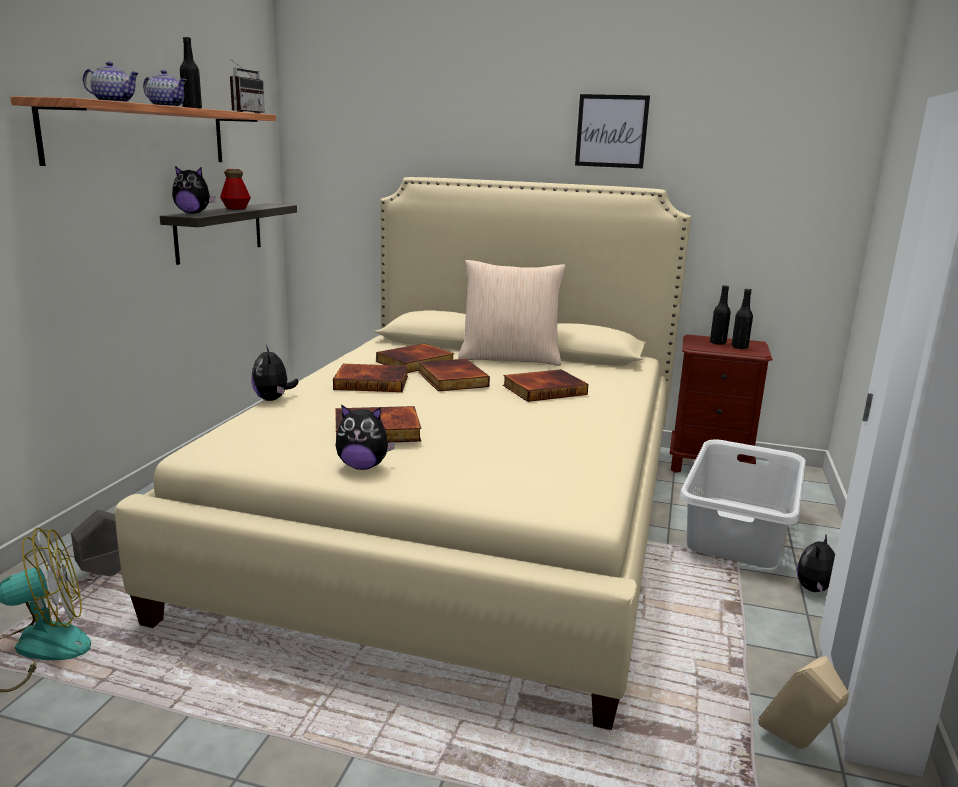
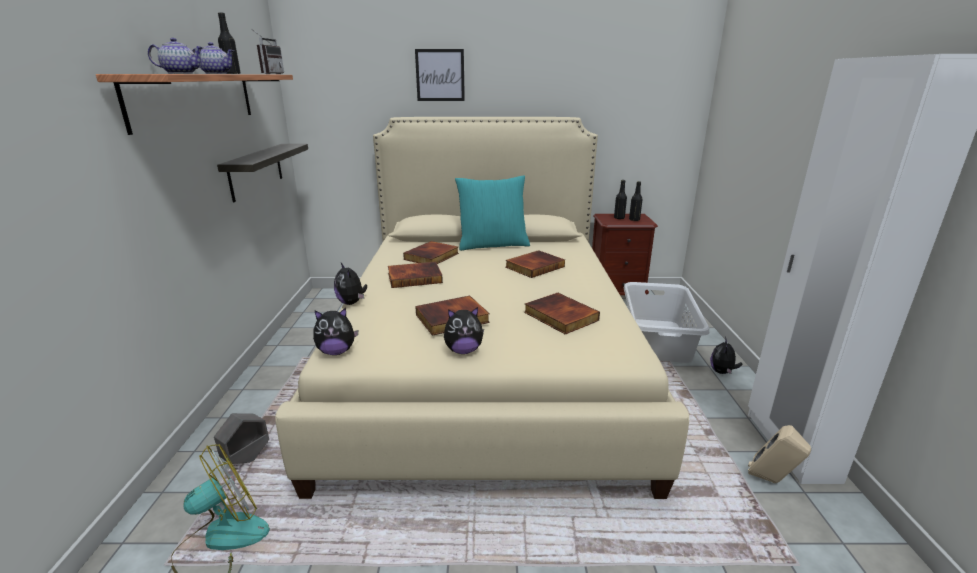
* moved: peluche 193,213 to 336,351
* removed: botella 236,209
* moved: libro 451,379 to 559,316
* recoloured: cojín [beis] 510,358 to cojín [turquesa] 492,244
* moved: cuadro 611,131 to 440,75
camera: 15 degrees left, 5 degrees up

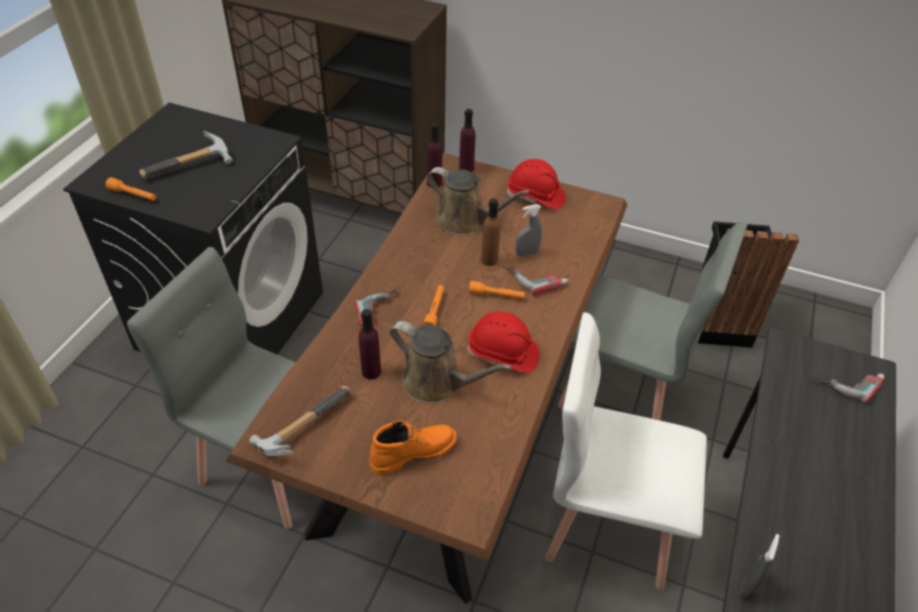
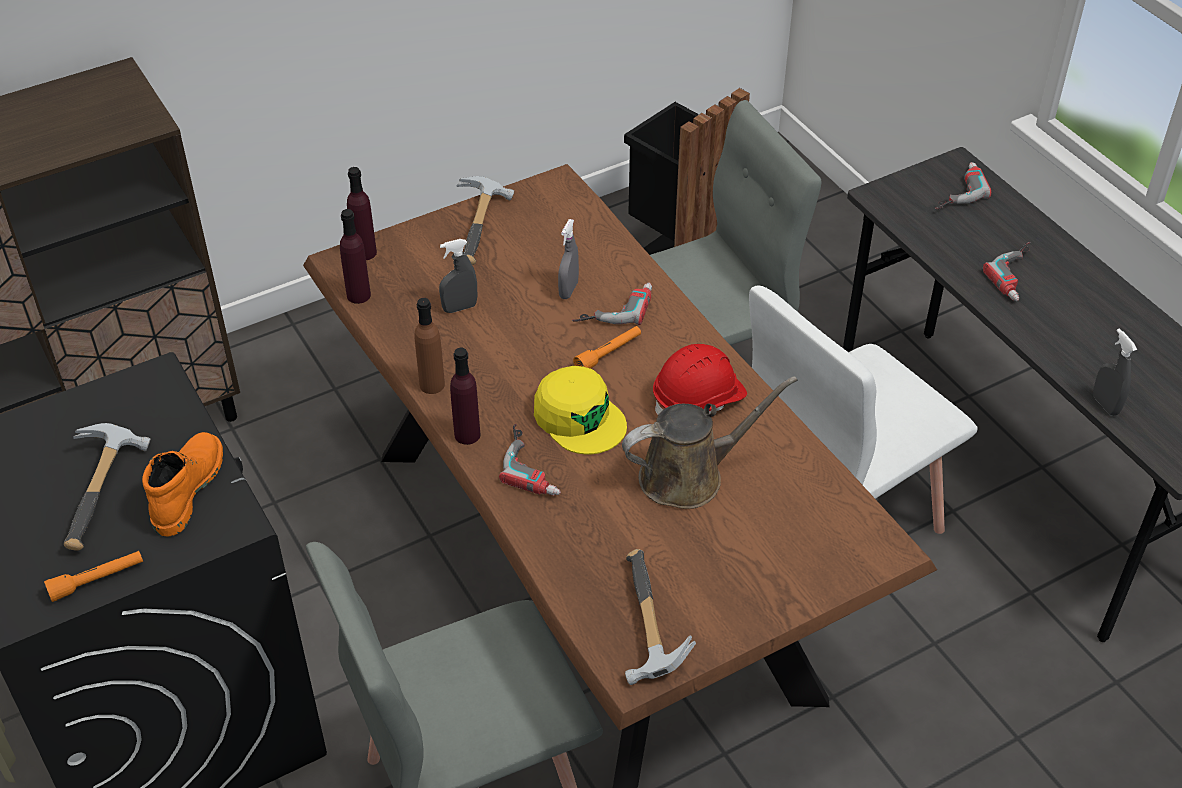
* moved: botella [morado] 371,371 to 467,435
* moved: bota [naranja] 413,452 to 186,489
* replaced: linterna [naranja] 435,311 to gorra [amarillo] 579,418
* replaced: regadera [marrón] 466,221 to pulverizador [gris] 459,308
* moved: botella [marrón] 489,260 to 432,385
* replaced: casco [rojo] 535,197 to martillo 484,227
* added: taladro 1019,276
camera: 50 degrees left, 0 degrees up

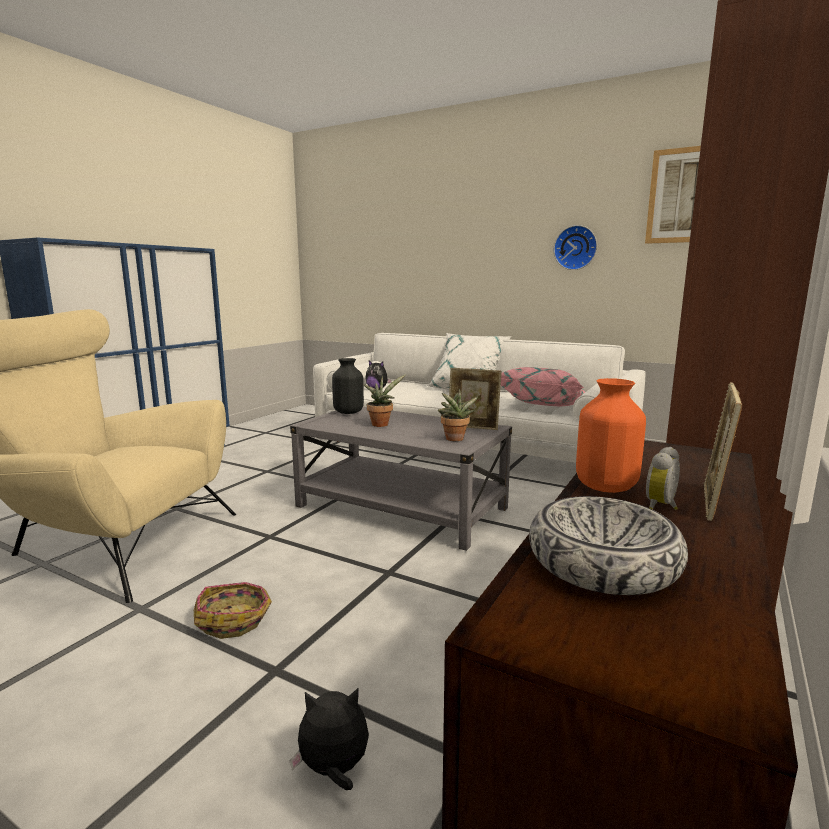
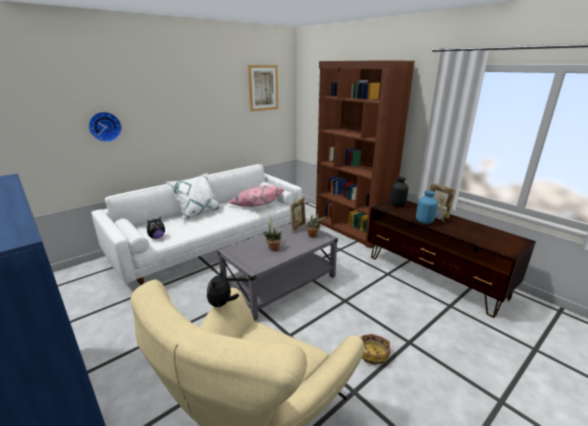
* moved: peluche 334,770 to 221,304
* moved: florero [negro] 348,412 to 397,205
* removed: cuenco 603,563
* moved: reloj de pared 575,248 to 104,126
* recoloured: florero [naranja] 606,486 to florero [azul] 424,221
camera: 70 degrees left, 10 degrees up

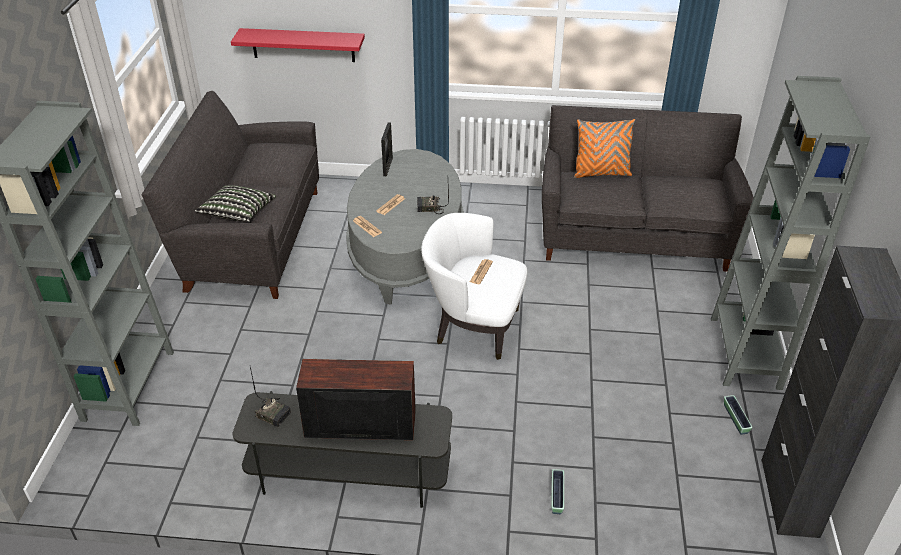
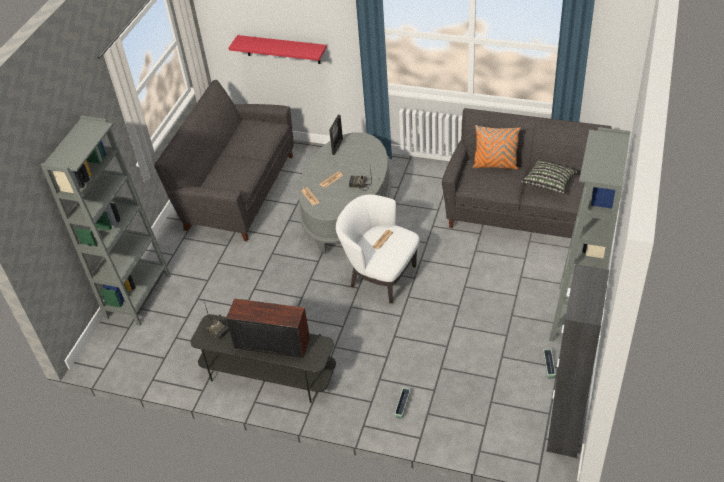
* moved: cojín 238,214 to 548,184
camera: 15 degrees right, 5 degrees up

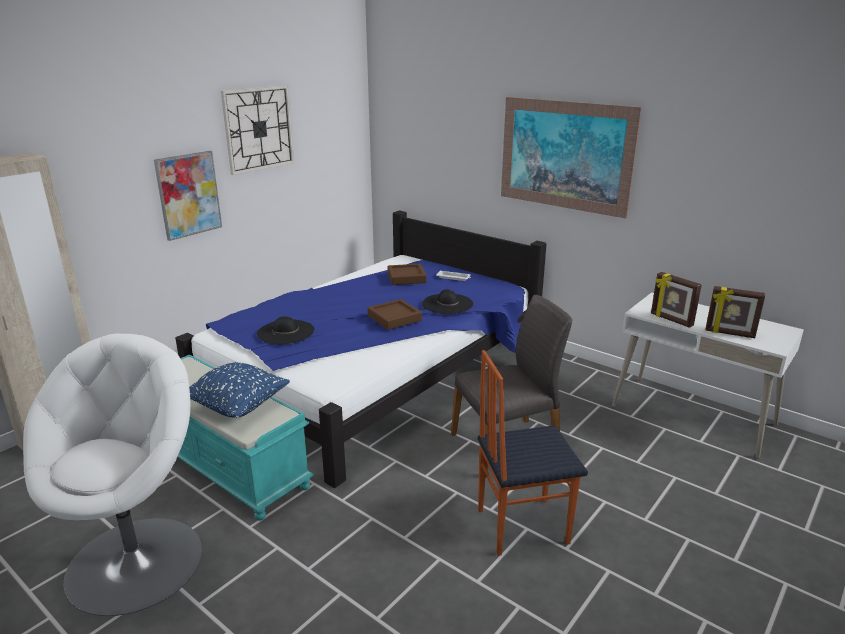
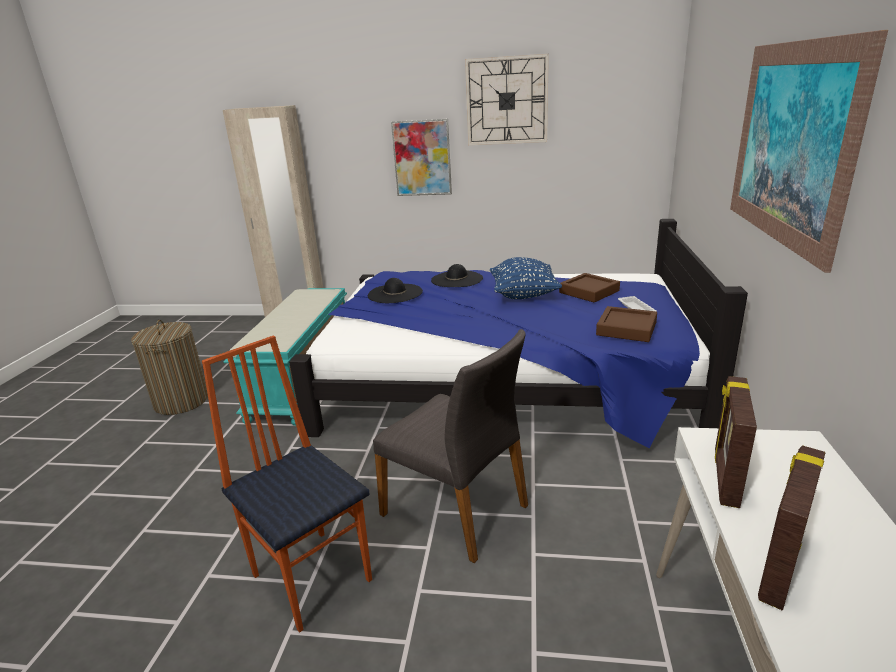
* replaced: sillón [blanco] 137,561 to cesto de la ropa 181,401
* moved: cojín [azul] 238,406 to 523,295
* moved: bandeja [marrón] 394,318 to 626,329
* moved: sombrero [negro] 447,304 to 457,279
* turned: portarretratos 729,333 = 778,567 45 degrees clockwise
camera: 60 degrees right, 0 degrees up

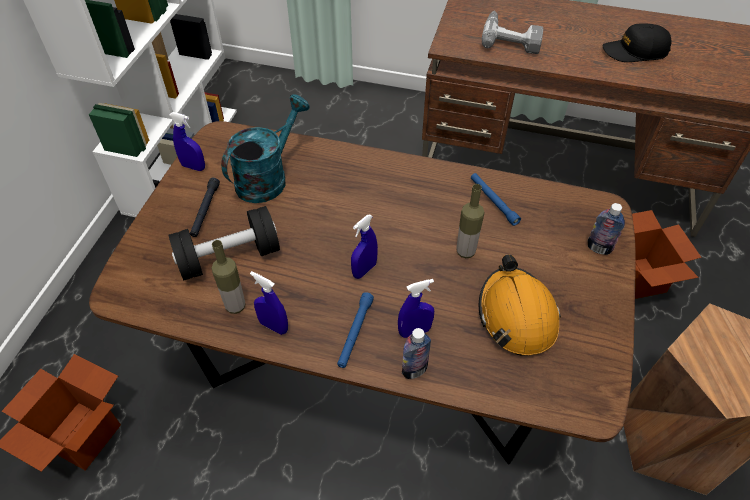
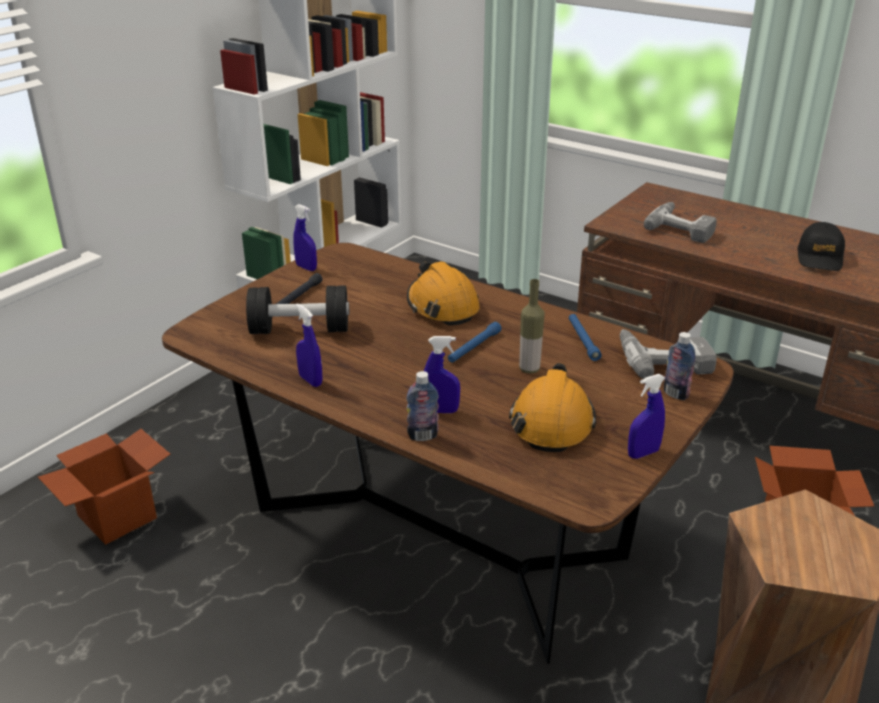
* removed: botella 235,306
* removed: regadera [turquesa] 267,177
* moved: linterna [azul] 355,333 to 474,347
* moved: pulverizador [azul] 364,270 to 643,453
* turned: gorra [negro] 635,51 = 820,257 90 degrees counterclockwise
* added: casco [naranja] 442,306
* added: taladro 662,359
camera: 20 degrees right, 20 degrees down

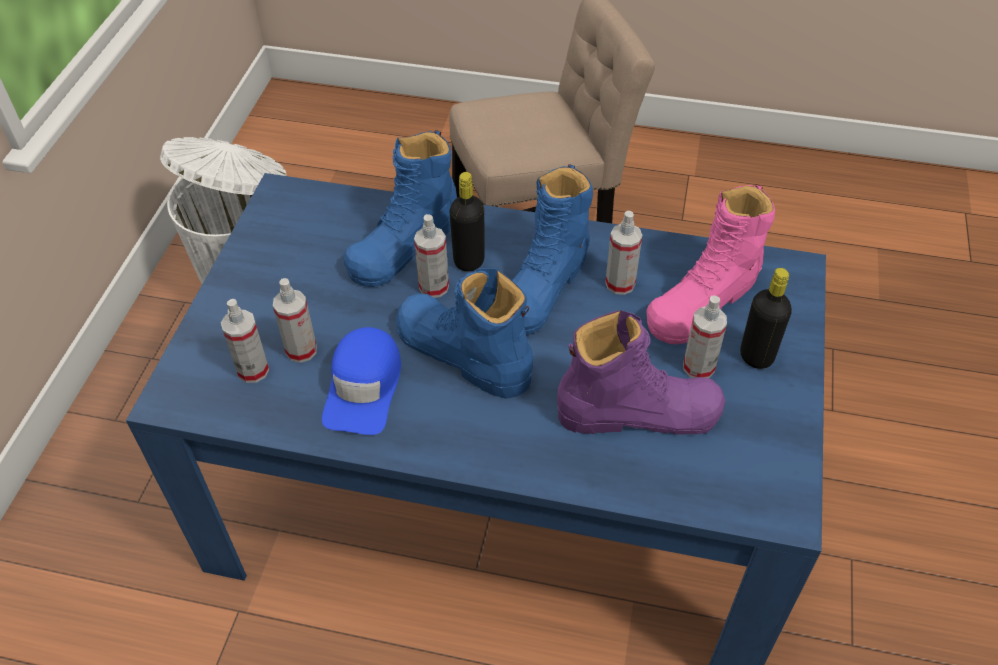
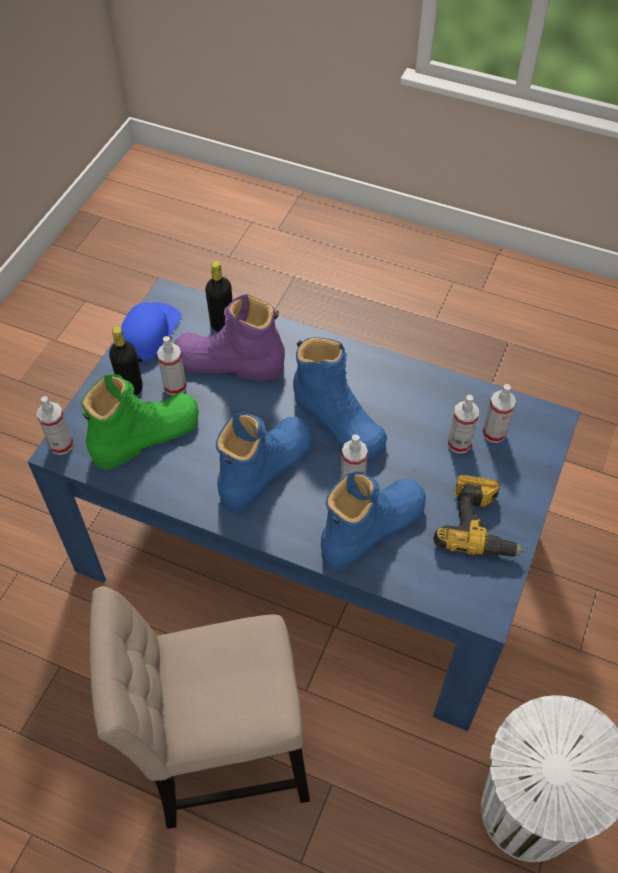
* moved: gorra [azul] 364,387 to 149,333
* moved: botella [negro] 469,261 to 222,324
* moved: pulverizador 620,283 to 61,445
* recoloured: bota [rosa] 703,300 to bota [verde] 145,436
* added: taladro 478,525
camera: 170 degrees left, 5 degrees up

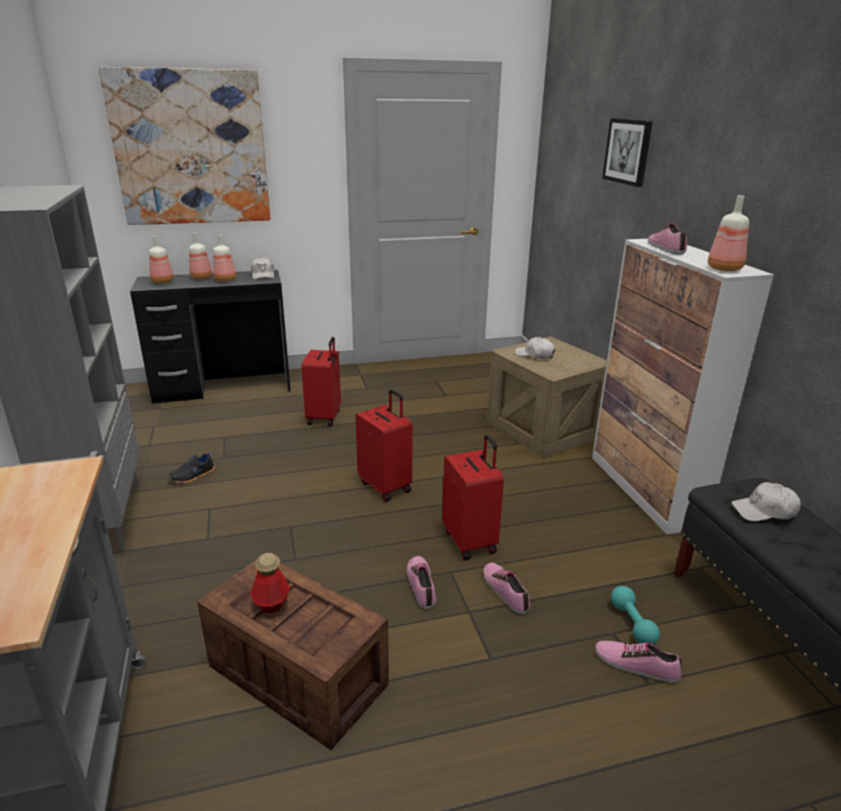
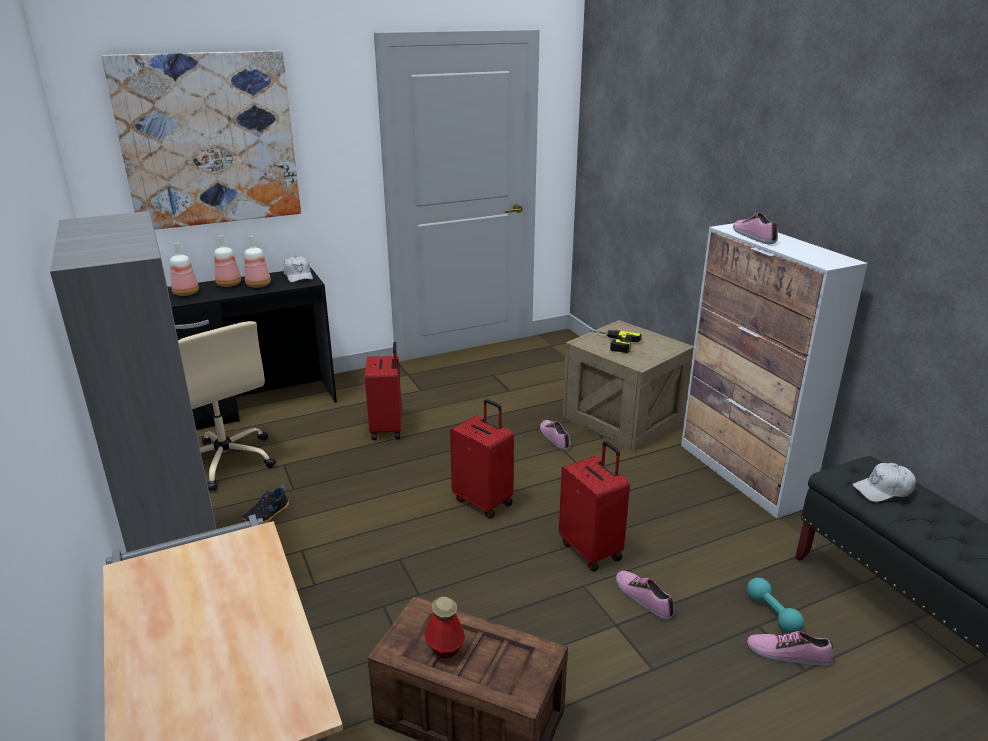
* moved: zapato 422,584 to 555,437
* replaced: gorra [blanco] 535,355 to taladro 612,343
* removed: cuadro 628,151
* removed: botella 725,269
* added: silla de oficina [beis] 225,461
camera: 10 degrees left, 0 degrees up

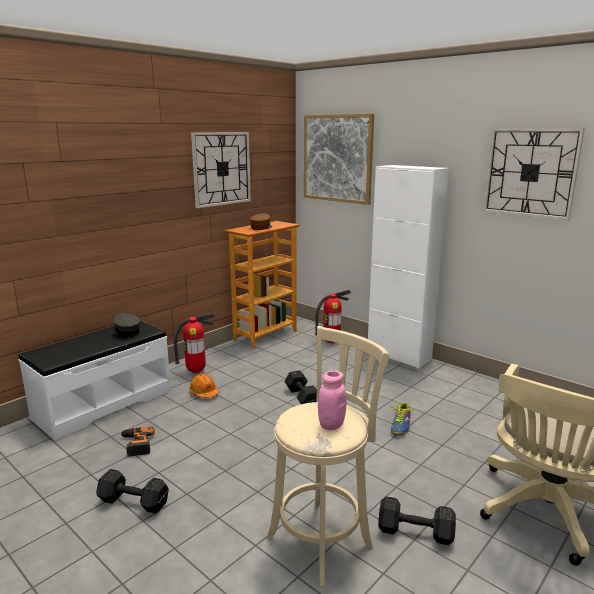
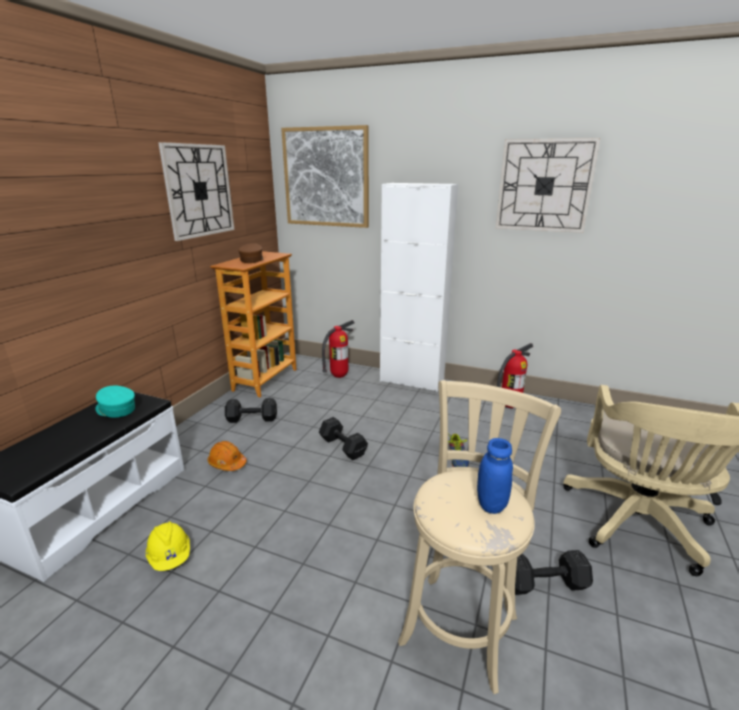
* moved: mancuerna [negro] 135,503 to 253,419
* recoloured: gorra [gris] 126,331 to gorra [turquesa] 116,409
* replaced: taladro 136,444 to casco [amarillo] 170,556
* moved: extintor 196,371 to 509,406
* recoloured: tarro [rosa] 331,425 to tarro [azul] 491,504
camera: 20 degrees left, 5 degrees up

